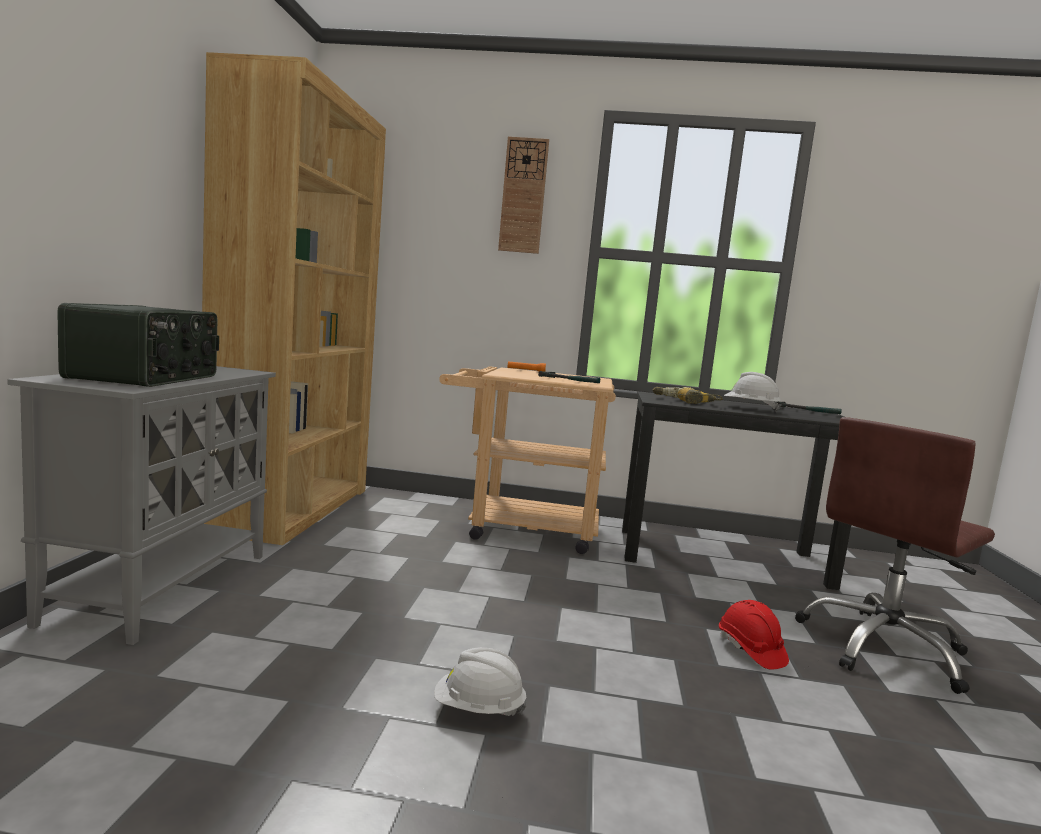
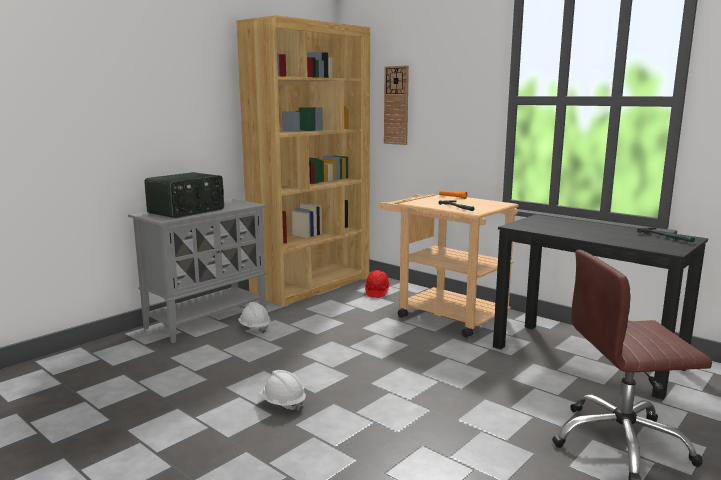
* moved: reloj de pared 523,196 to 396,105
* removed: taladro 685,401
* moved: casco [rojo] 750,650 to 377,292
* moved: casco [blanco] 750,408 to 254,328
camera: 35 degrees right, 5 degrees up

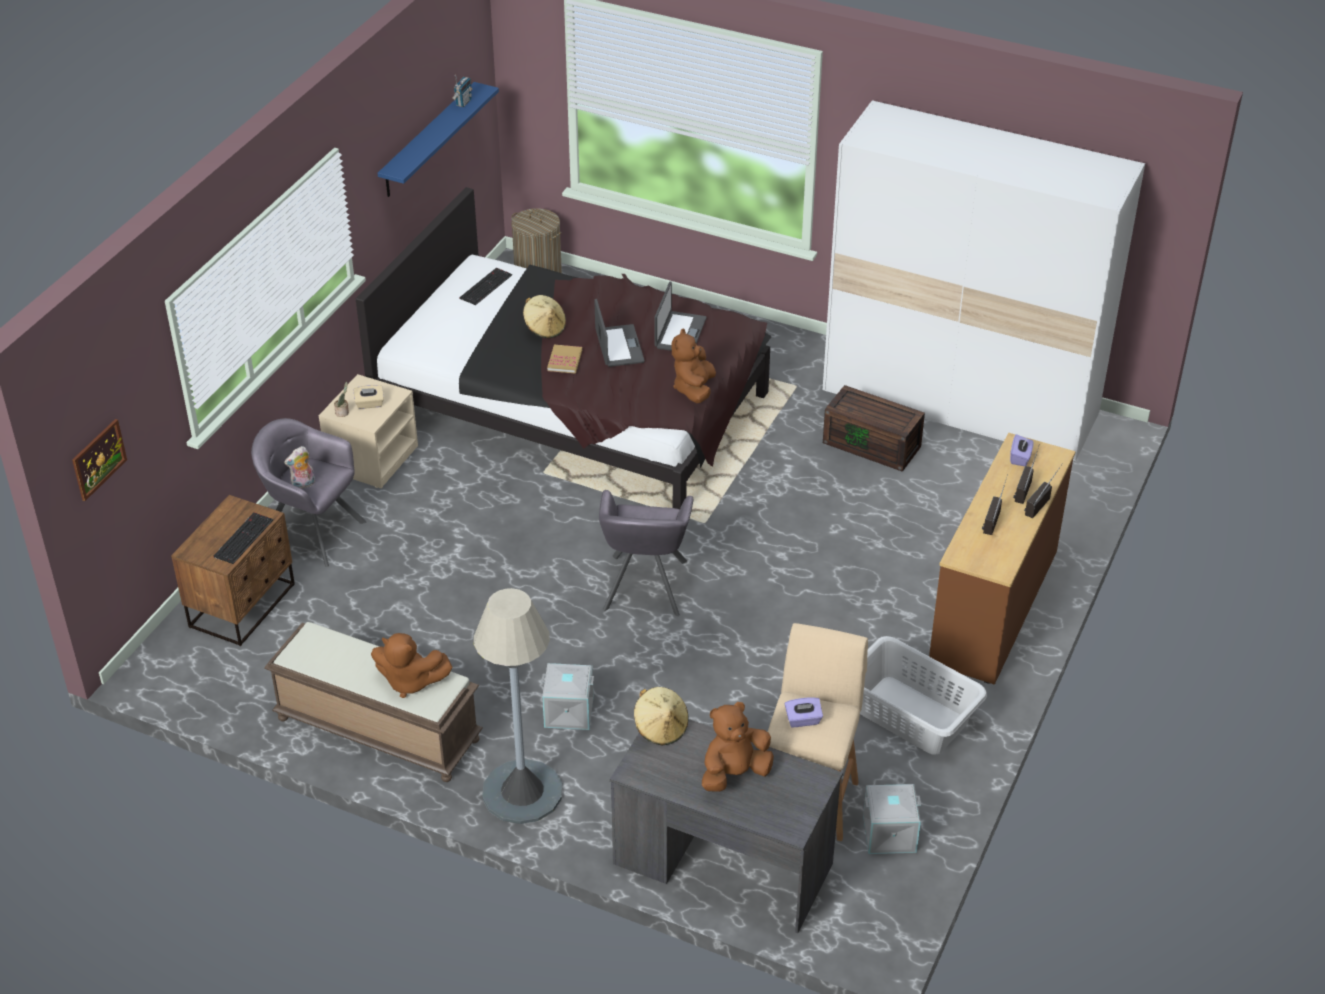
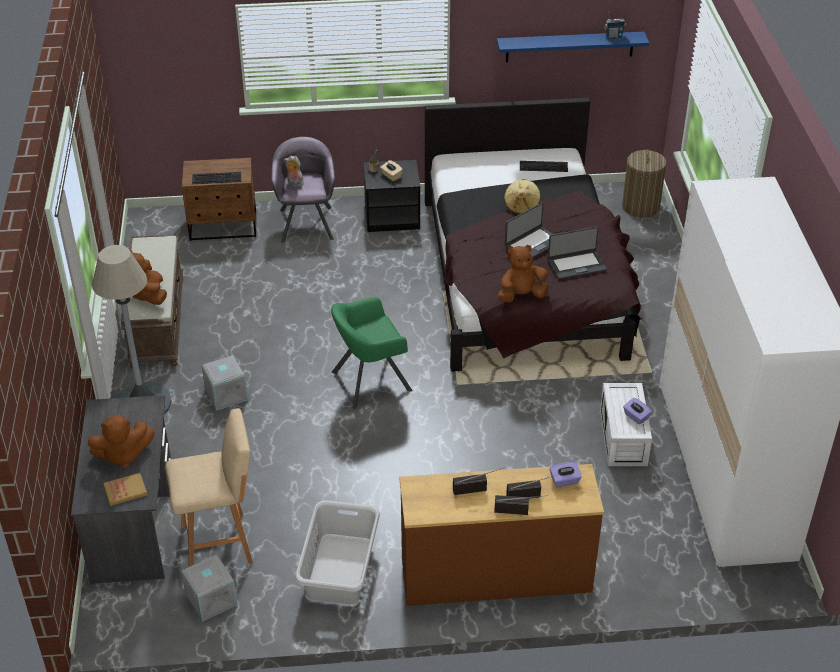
* removed: cuadro 99,459
* recoloured: mesita de noche [beis] 372,458 to mesita de noche [negro] 392,217
* moved: libro 565,360 to 125,490
* recoloured: sillón [gris] 644,585 to sillón [verde] 370,381
* removed: sombrero [beis] 661,728
* turned: peluche [marrón] 734,774 = 123,455 135 degrees clockwise
* moved: caja de pañuelos [morado] 803,720 to 636,417
* recoloured: caja de almacenaje [marrón] 873,444 to caja de almacenaje [blanco] 624,438
camera: 60 degrees right, 0 degrees up

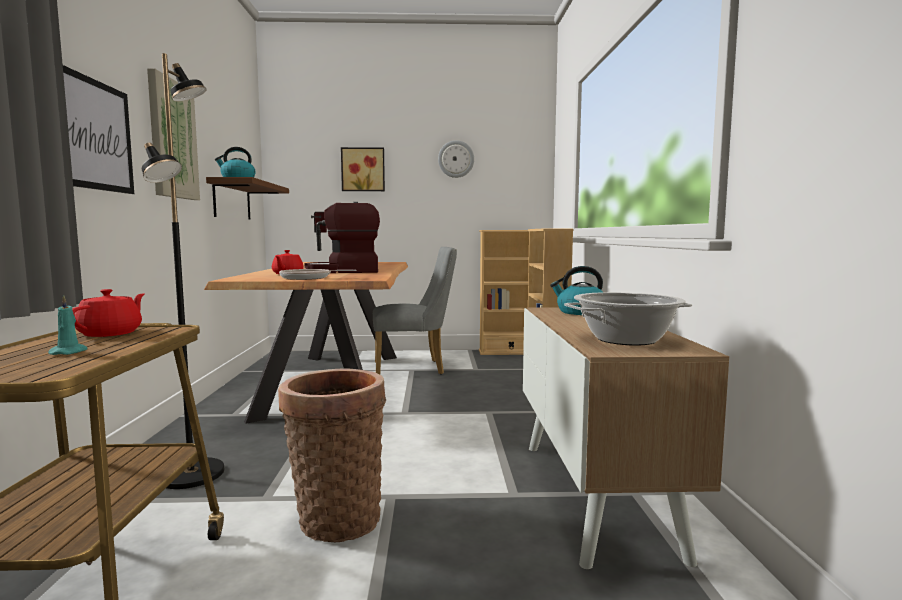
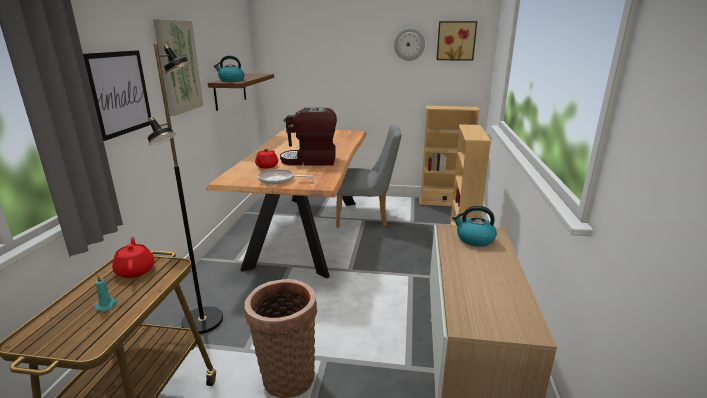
* turned: tetera [rojo] 111,333 = 135,270 45 degrees counterclockwise
* moved: cuadro 363,169 to 456,41
* removed: olla 626,339
camera: 10 degrees right, 15 degrees up

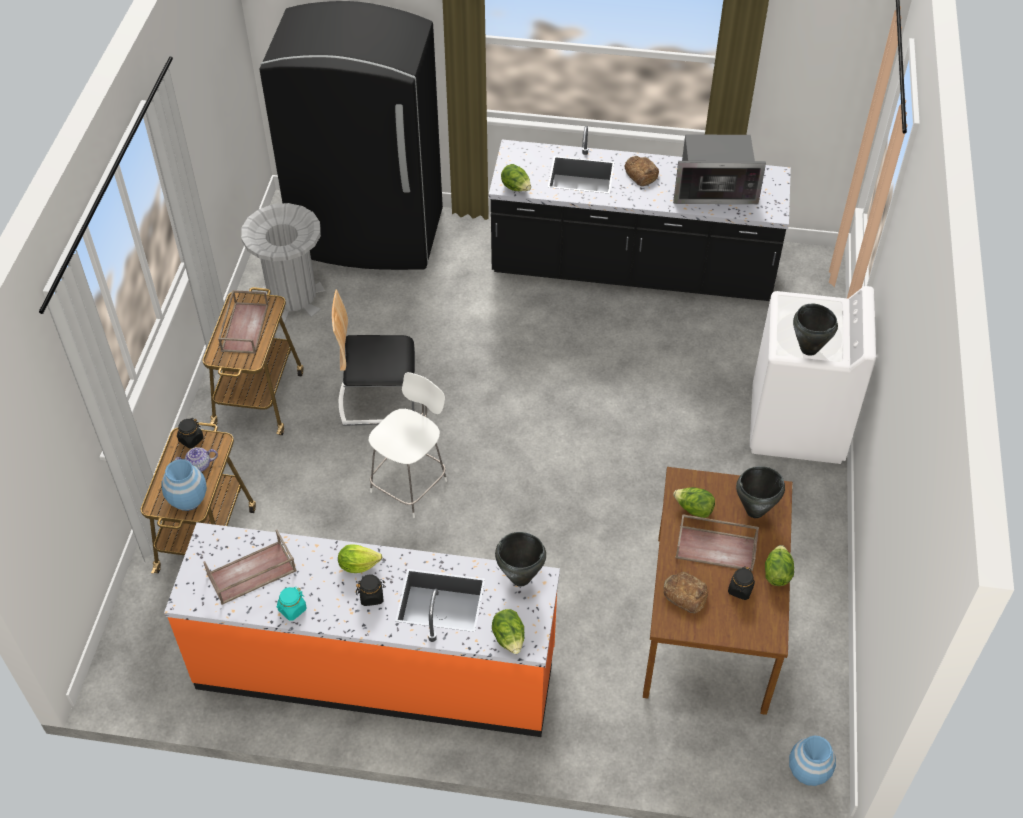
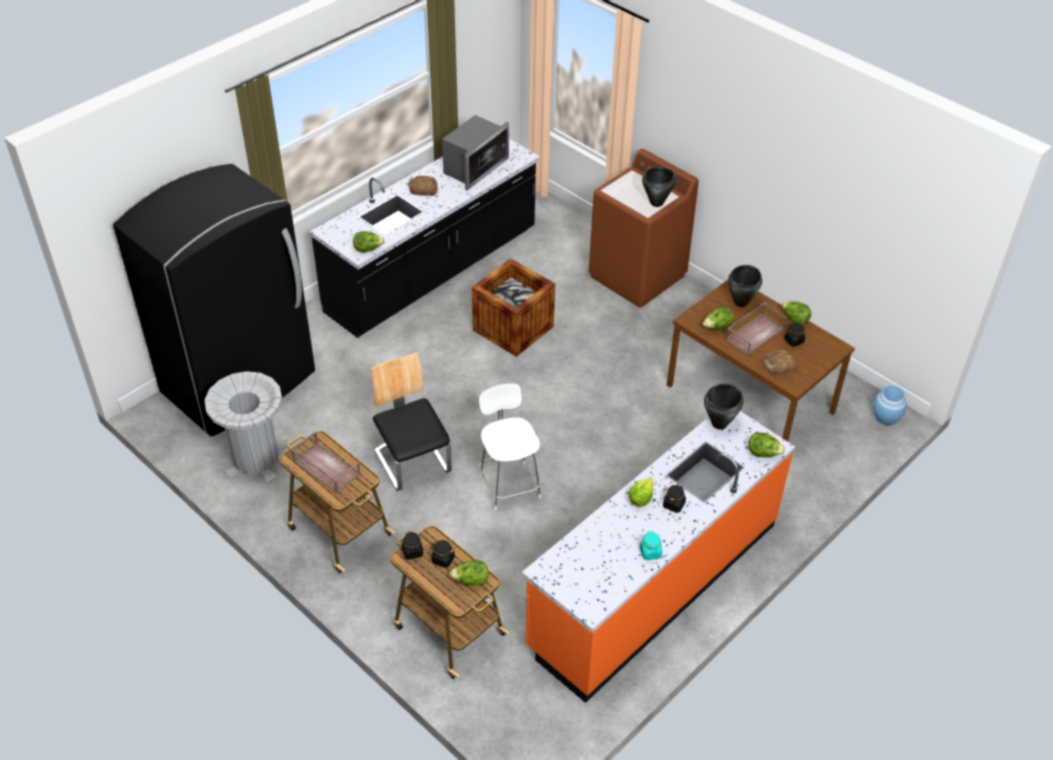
* replaced: florero [azul] 188,499 to lechuga 471,581
* replaced: tetera 198,465 to tarro [negro] 443,559
* removed: bandeja [marrón] 251,573
* turned: silla 378,399 = 413,462 120 degrees clockwise
* recoloured: lavadora [blanco] 797,425 to lavadora [marrón] 637,276
* added: caja de embalaje 513,328
camera: 55 degrees left, 5 degrees down

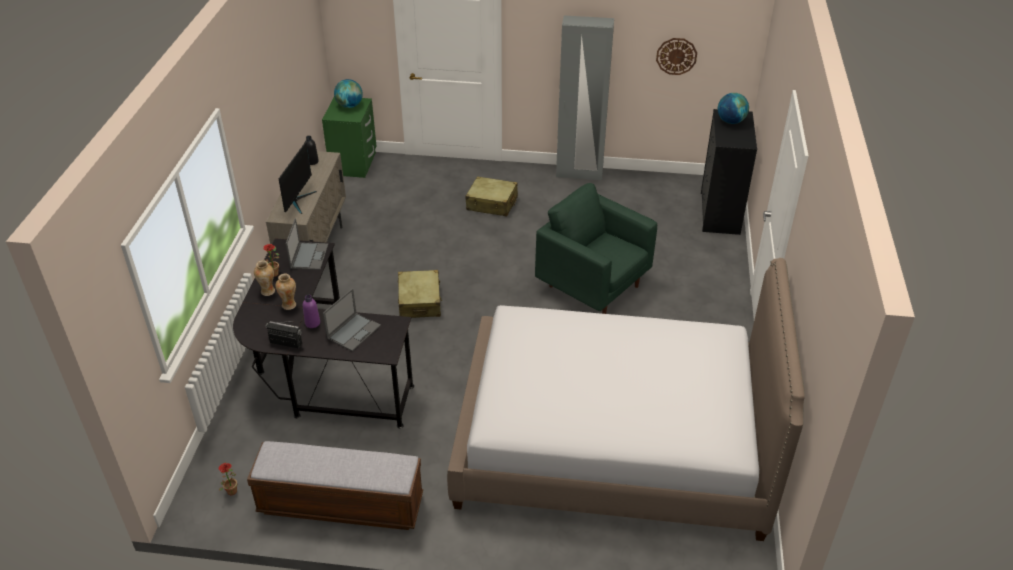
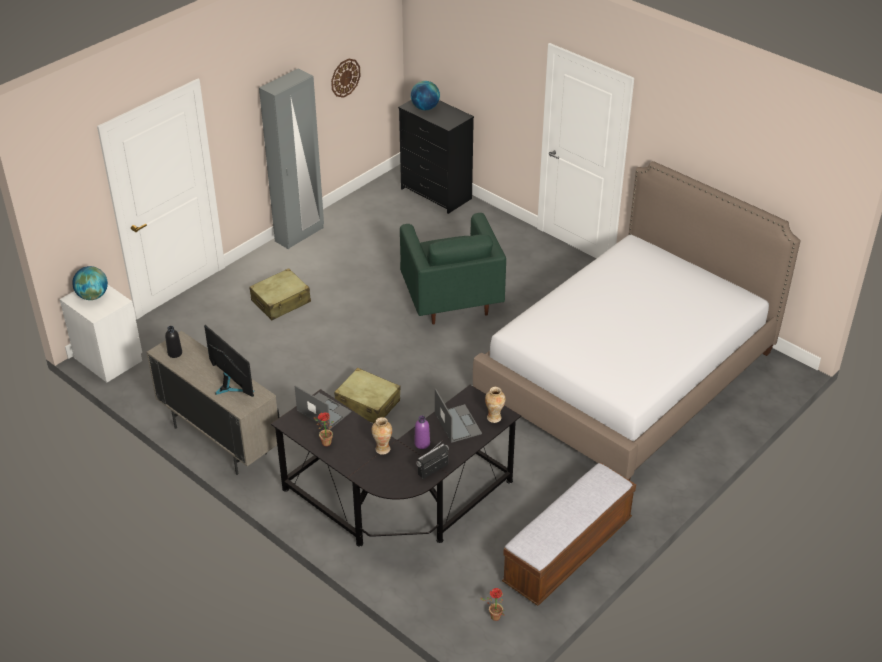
* moved: florero 267,292 to 494,418
* recoloured: mesita de noche [verde] 354,164 to mesita de noche [blanco] 109,358
* turned: sillón [verde] 593,286 = 451,299 90 degrees counterclockwise
camera: 55 degrees left, 0 degrees up

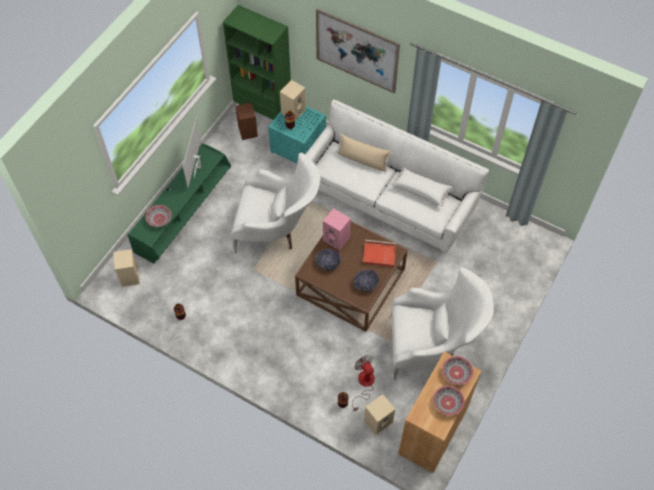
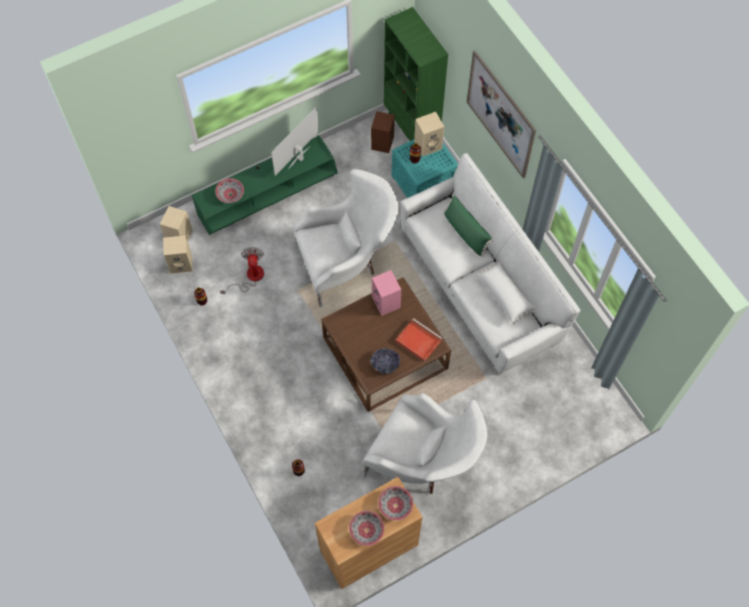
* turned: sillón [blanco] 277,230 = 347,262 60 degrees counterclockwise
* removed: cuenco 328,262
* recoloured: cojín [beis] 362,160 to cojín [verde] 465,232
* moved: ventilador 364,384 to 250,277
* moved: altavoz [beis] 378,420 to 181,263
camera: 30 degrees right, 5 degrees up

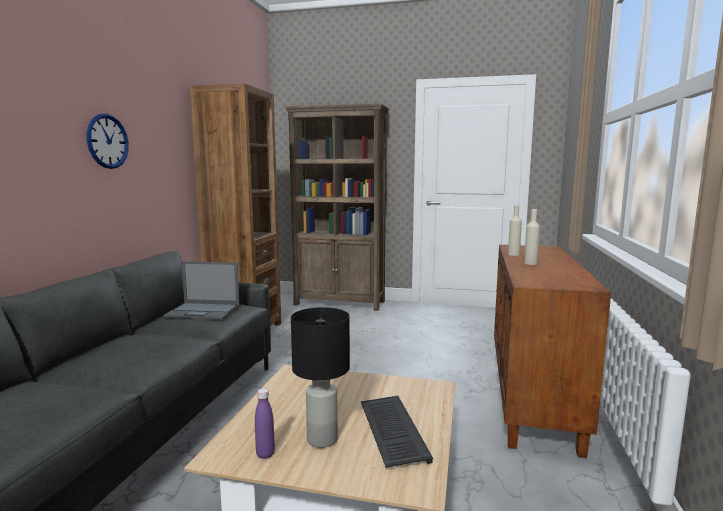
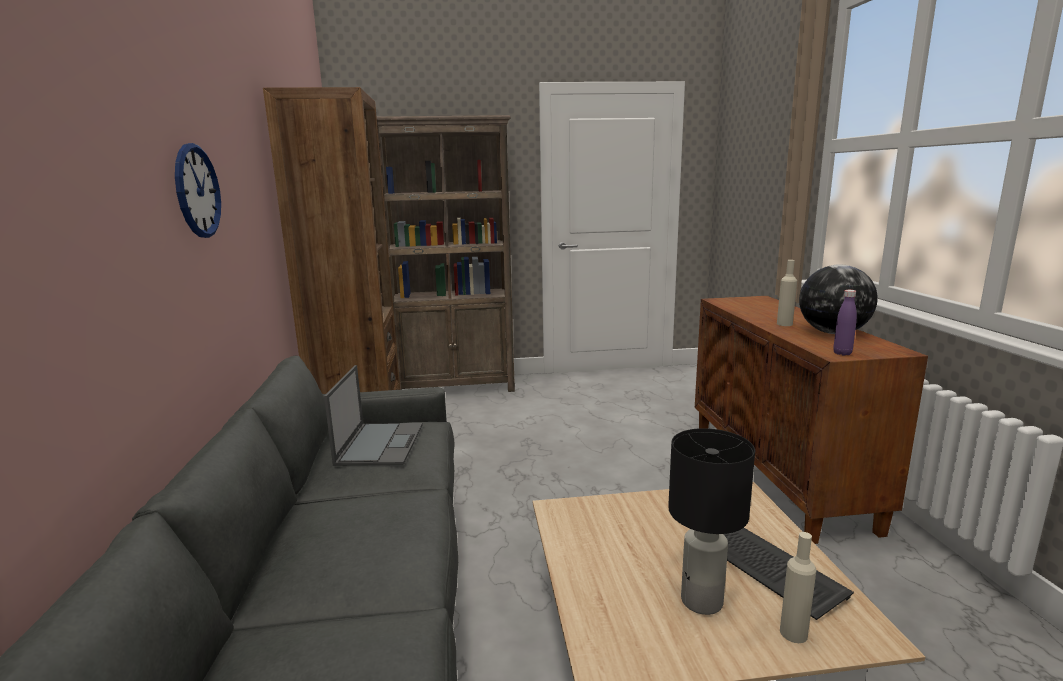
* turned: portátil 204,311 = 380,443 75 degrees counterclockwise
* moved: botella [morado] 265,454 to 842,353
* moved: botella [beis] 513,254 to 793,633
* added: globo terráqueo 832,333
camera: 20 degrees left, 5 degrees up

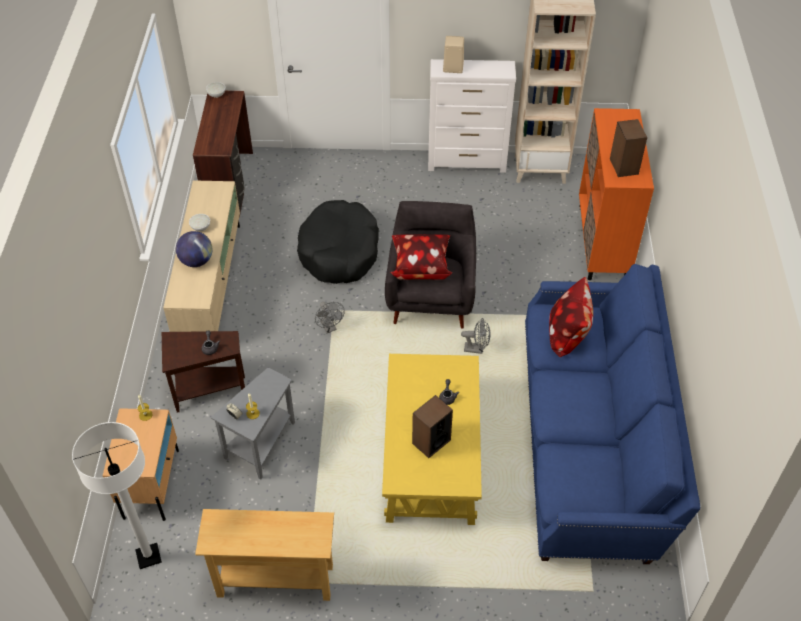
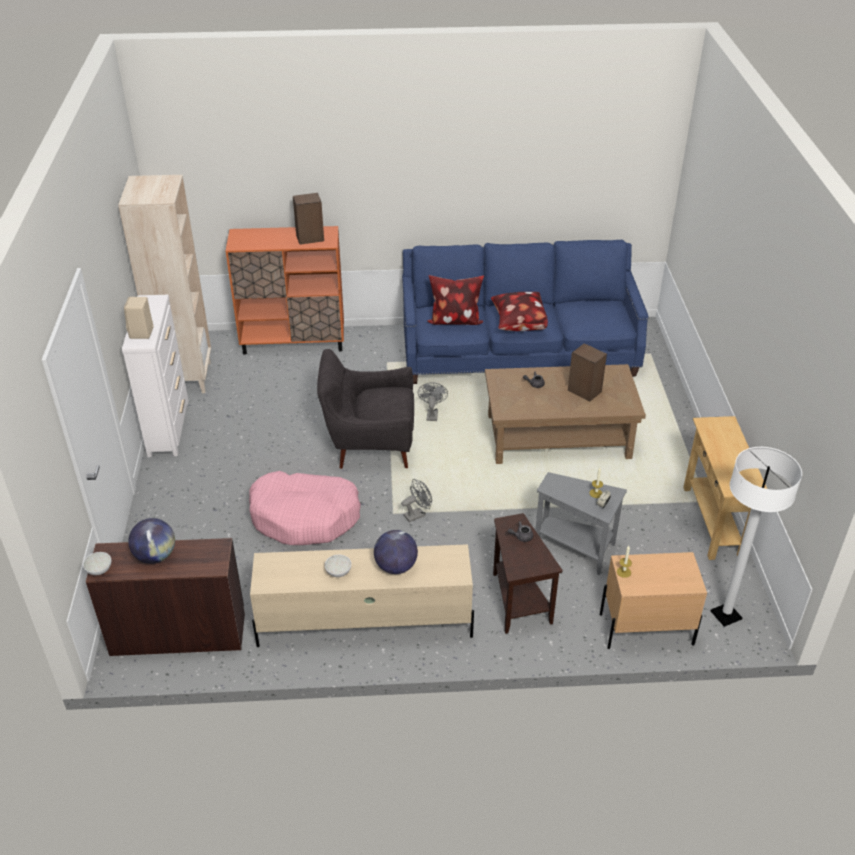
* recoloured: cama para perro [negro] 339,251 to cama para perro [rosa] 305,516
* recoloured: mesa de centro [amarillo] 431,457 to mesa de centro [marrón] 558,436
* moved: cojín 420,266 to 518,325
* added: globo terráqueo 155,556
camera: 95 degrees left, 10 degrees down

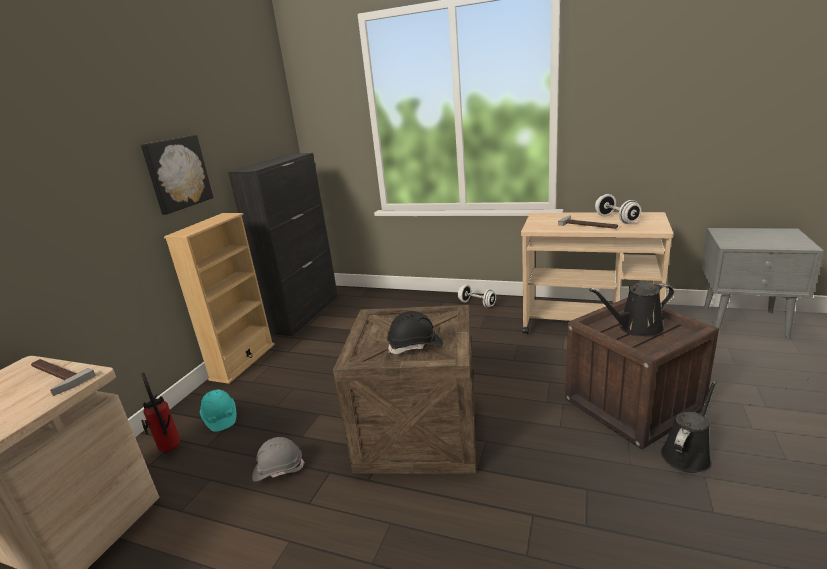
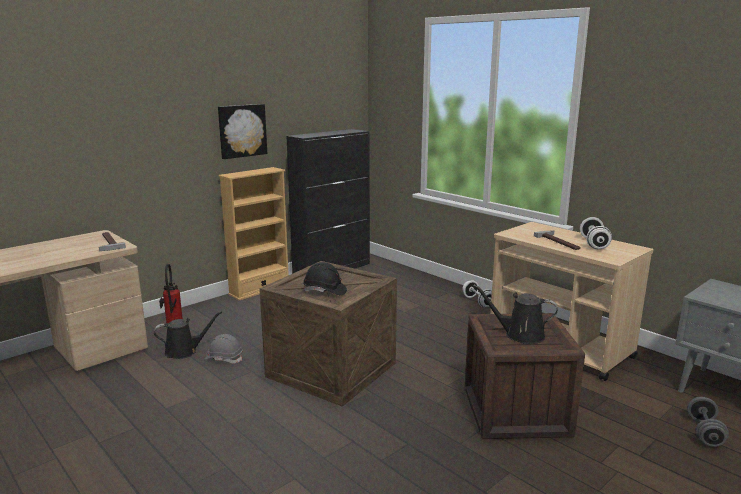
* removed: casco [turquesa] 220,418
* moved: regadera [negro] 687,454 to 184,351
* added: mancuerna [gris] 704,432
camera: 25 degrees right, 5 degrees down

